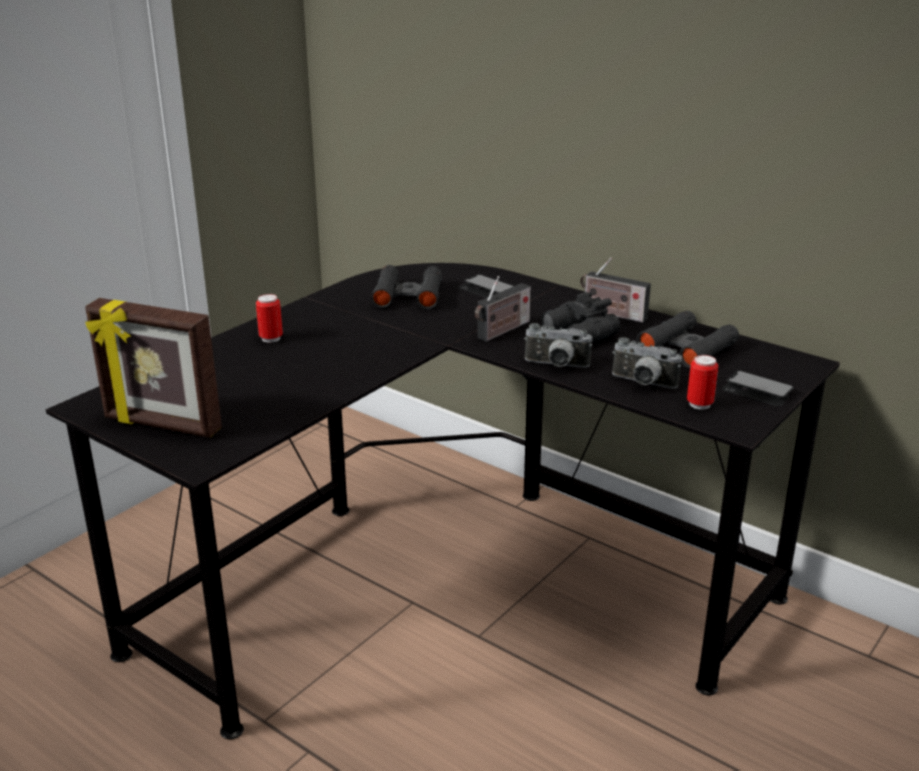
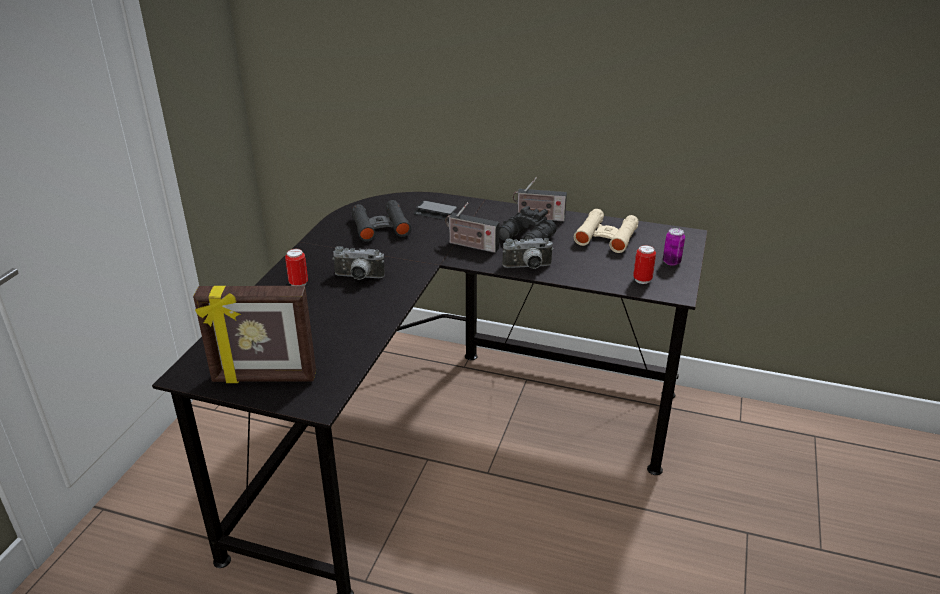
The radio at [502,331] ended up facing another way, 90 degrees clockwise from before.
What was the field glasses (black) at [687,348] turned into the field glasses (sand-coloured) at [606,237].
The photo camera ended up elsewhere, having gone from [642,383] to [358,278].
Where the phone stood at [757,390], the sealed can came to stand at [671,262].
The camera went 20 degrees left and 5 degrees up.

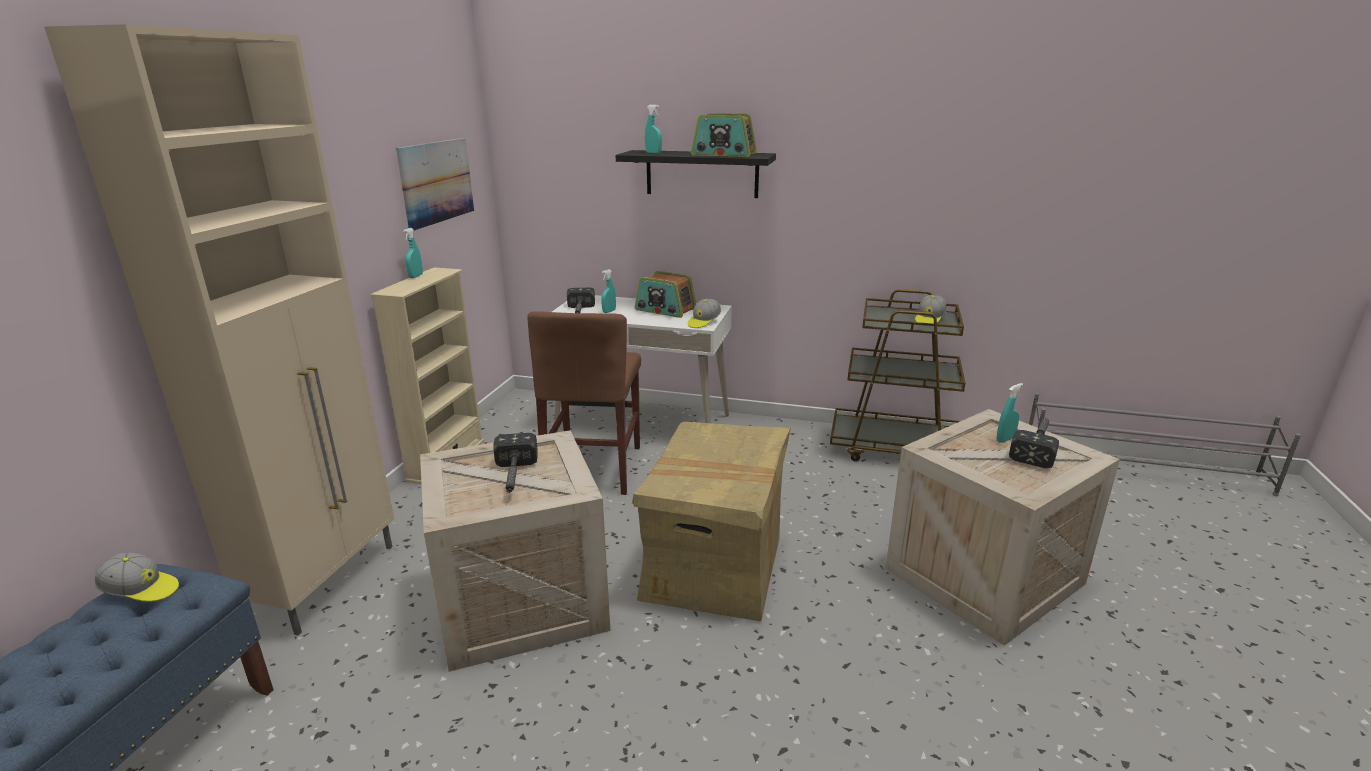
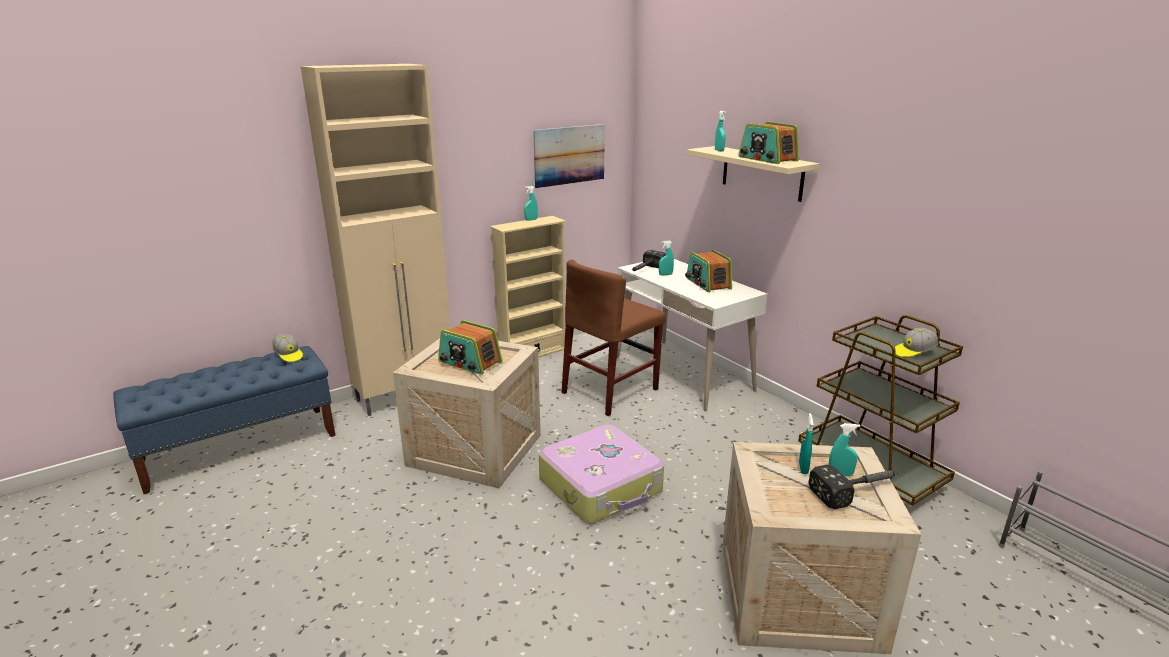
What was the wall shelf (black) at [702,174] turned into the wall shelf (sand-coloured) at [762,173].
The second view lost the cap at [703,322].
Where the cardboard box stood at [714,569], the suitcase came to stand at [601,486].
Where the tool hammer stood at [514,478], the radio came to stand at [470,362].
The second view gained the spray bottle (turquoise-coloured) at [803,468].
The camera went 40 degrees right and 0 degrees up.

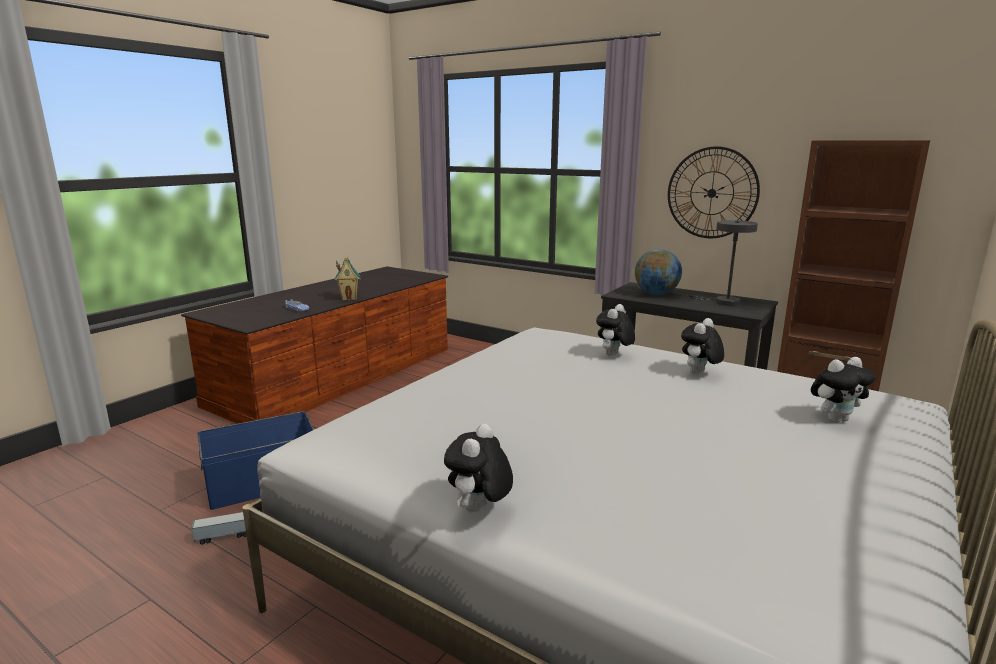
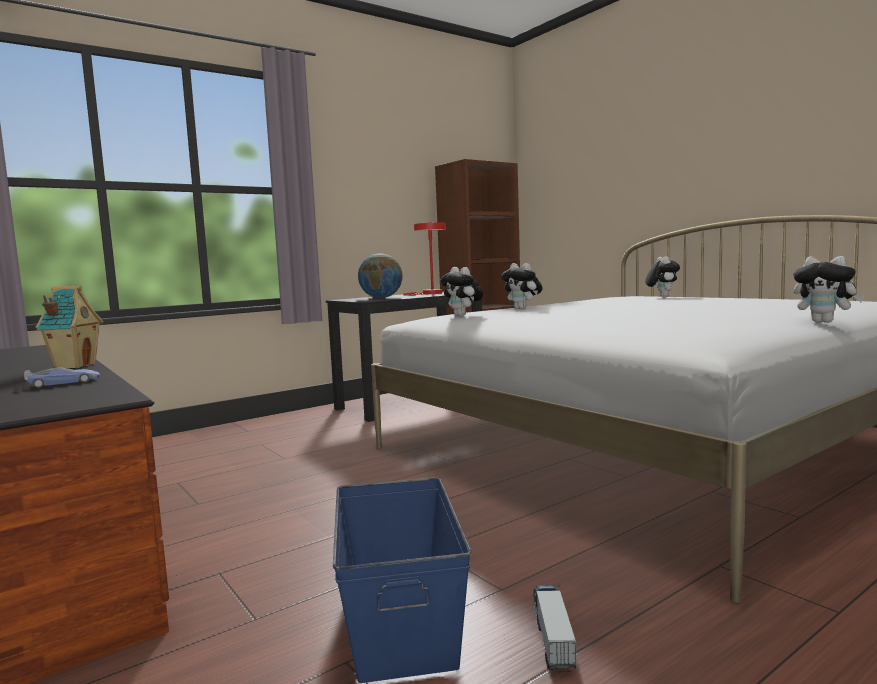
The second view lost the clock on the wall at [711,193].
What was the table lamp (grey) at [722,302] turned into the table lamp (reddish) at [429,294].
The soft toy ended up elsewhere, having gone from [699,373] to [463,316].
The camera went 70 degrees left and 10 degrees down.

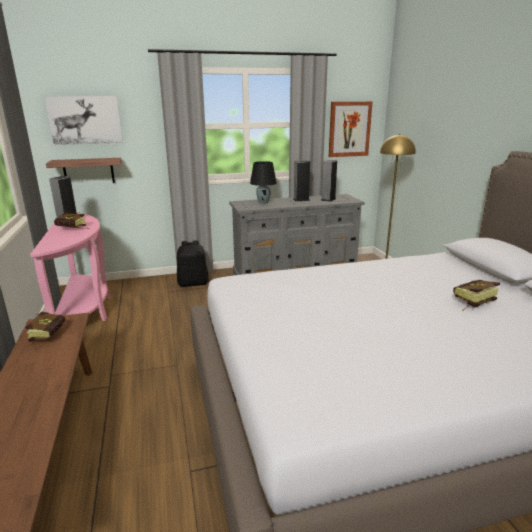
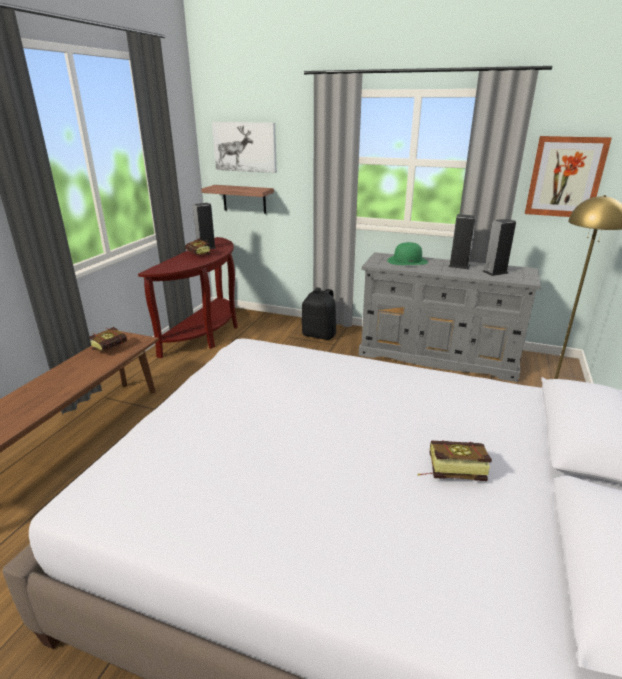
Where the table lamp (black) stood at [263,202], the clothing hat (greenish) came to stand at [407,261].
What was the console table (pink) at [84,310] turned into the console table (brown-coloured) at [206,334].
The camera went 35 degrees right and 5 degrees up.

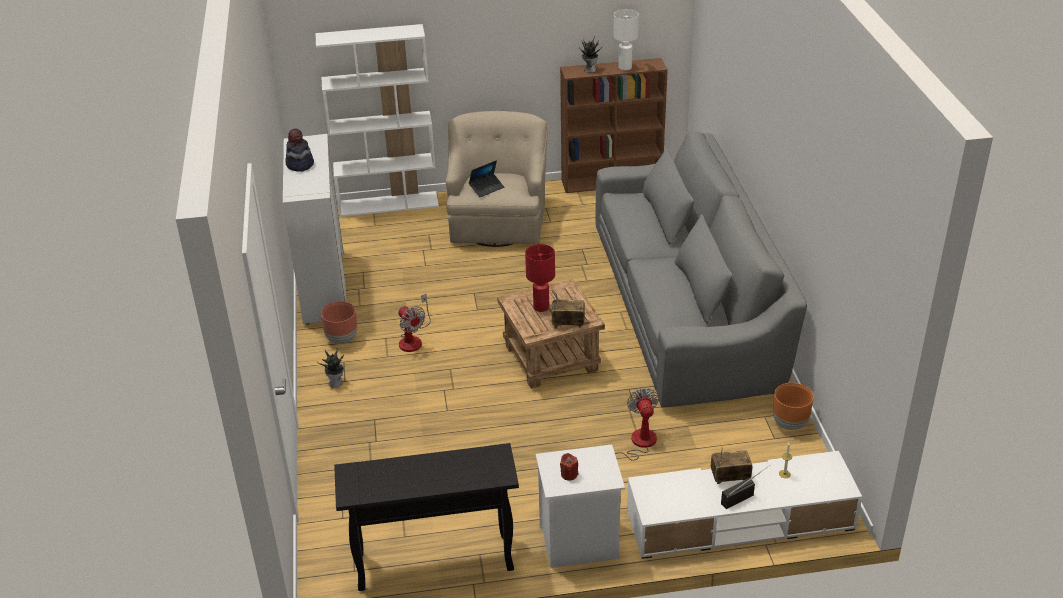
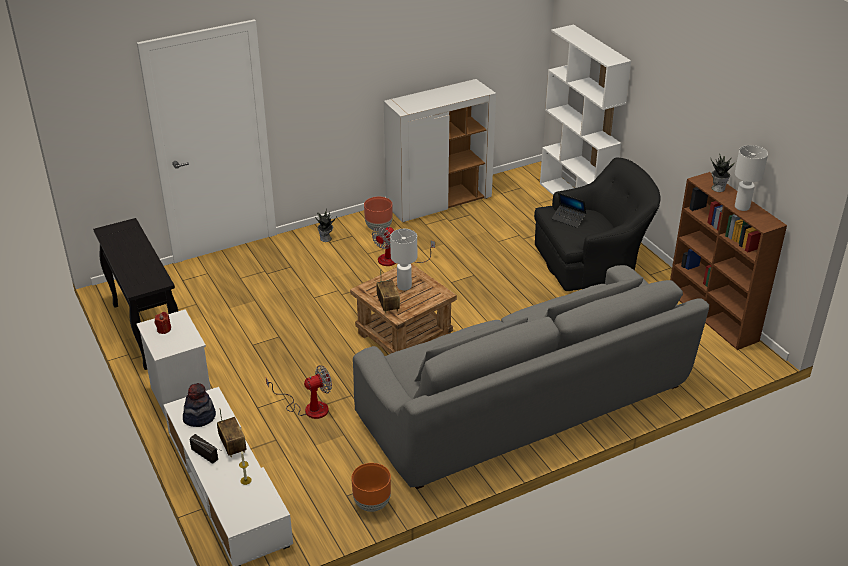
What was the lounge chair (sand-coloured) at [498,220] turned into the lounge chair (black) at [592,263].
The clothing hat ended up elsewhere, having gone from [299,164] to [199,417].
What was the table lamp (reddish) at [540,307] turned into the table lamp (white-coloured) at [404,286].
The camera went 70 degrees right and 0 degrees up.

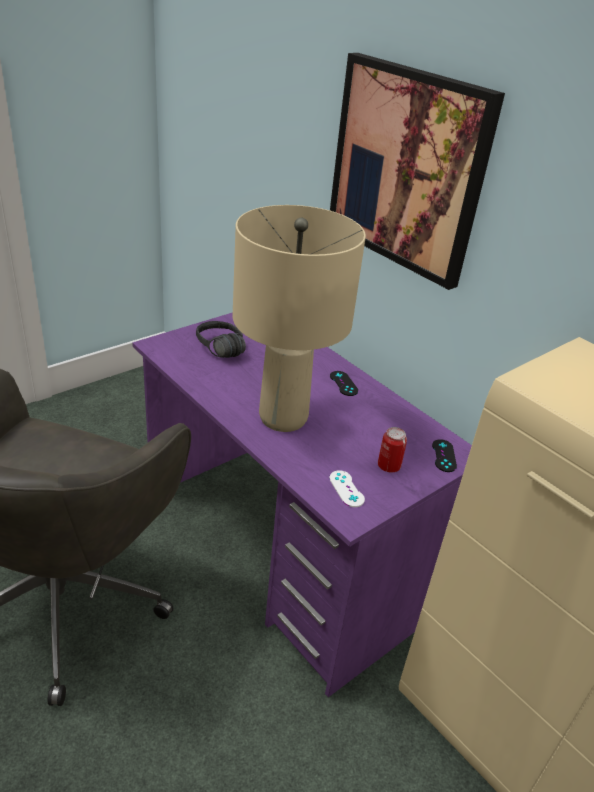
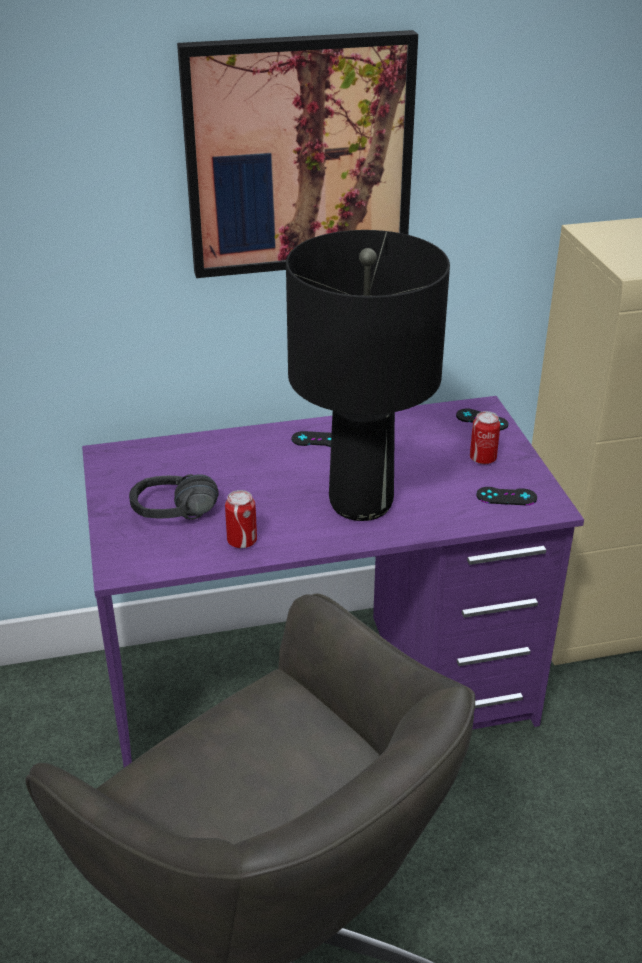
What was the table lamp (sand-coloured) at [283,417] turned into the table lamp (black) at [359,502].
What was the joypad (white-coloured) at [346,489] turned into the joypad (black) at [506,496].
The second view gained the sealed can at [242,541].
The camera went 60 degrees left and 0 degrees up.

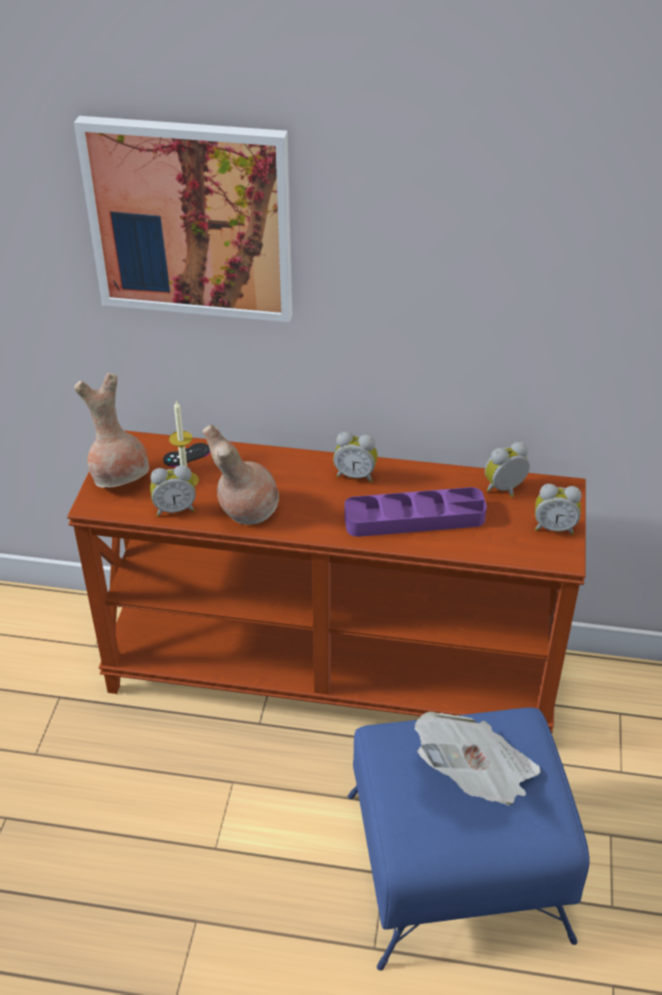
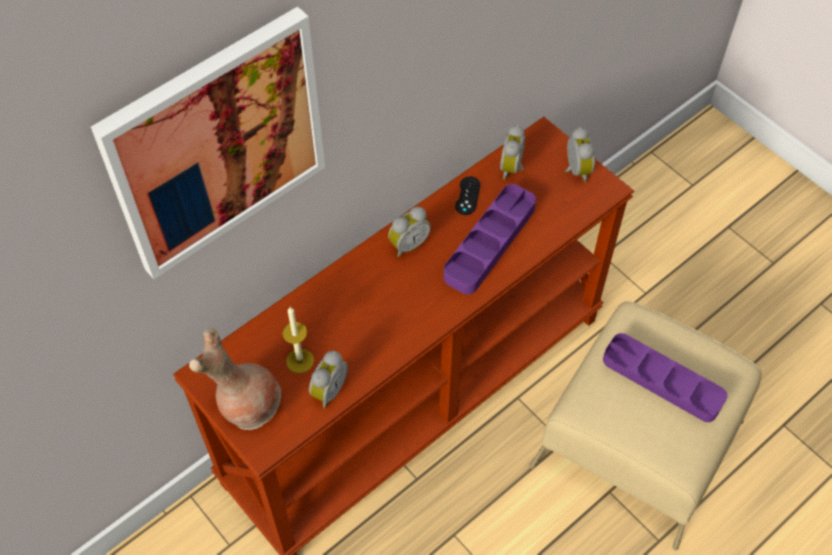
The second view lost the flower vase (brown-coloured) at [245,510].
The joypad (black) ended up elsewhere, having gone from [186,455] to [467,196].
The alarm clock at [554,527] ended up facing another way, 60 degrees counterclockwise from before.
What was the ottoman (blue) at [458,866] turned into the ottoman (sand-coloured) at [639,442].
Where the daily paper stood at [476,776], the tray (purplish) came to stand at [662,380].
The camera went 50 degrees left and 15 degrees up.

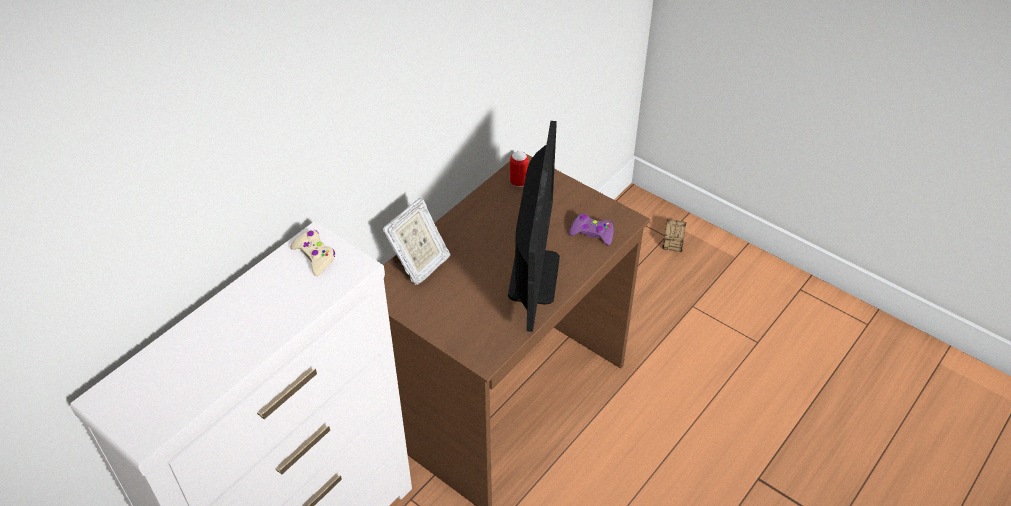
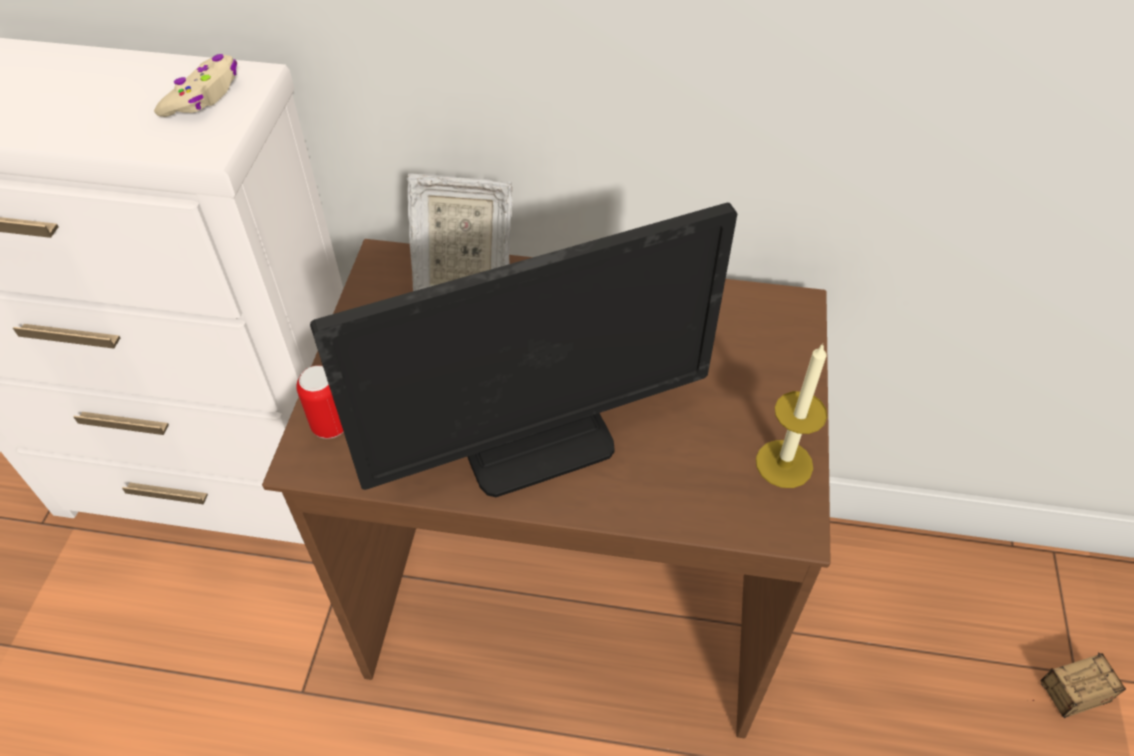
The sealed can ended up elsewhere, having gone from [518,182] to [331,425].
The second view lost the joypad (purplish) at [592,233].
The second view gained the wax candle at [784,463].
The camera went 60 degrees right and 5 degrees up.

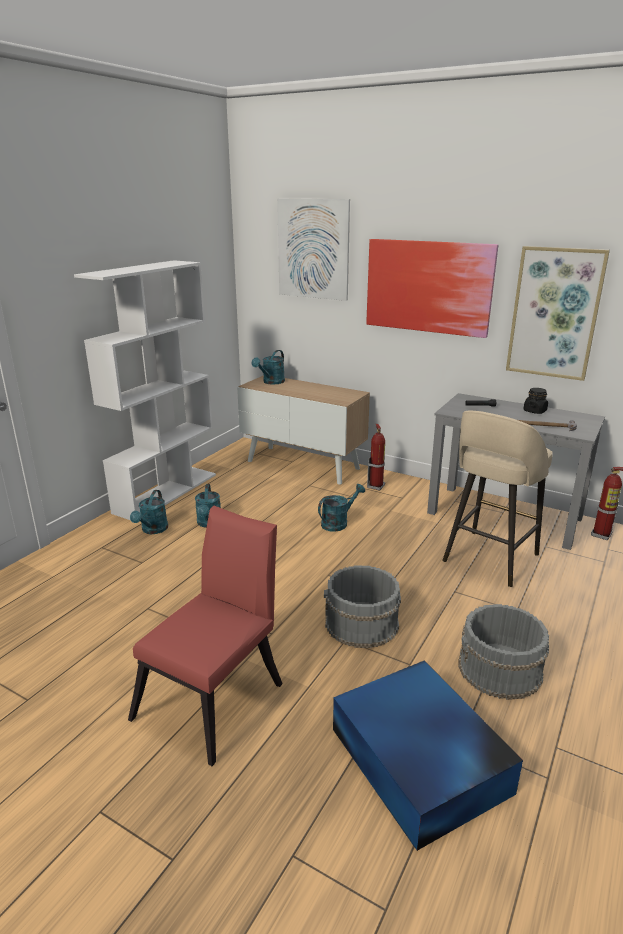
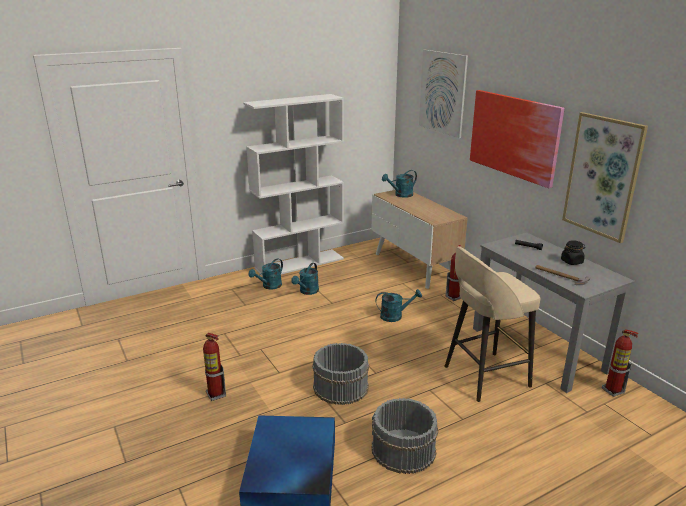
Where the chair (reddish) stood at [216,695], the extinguisher came to stand at [216,395].
The camera went 30 degrees right and 0 degrees up.

